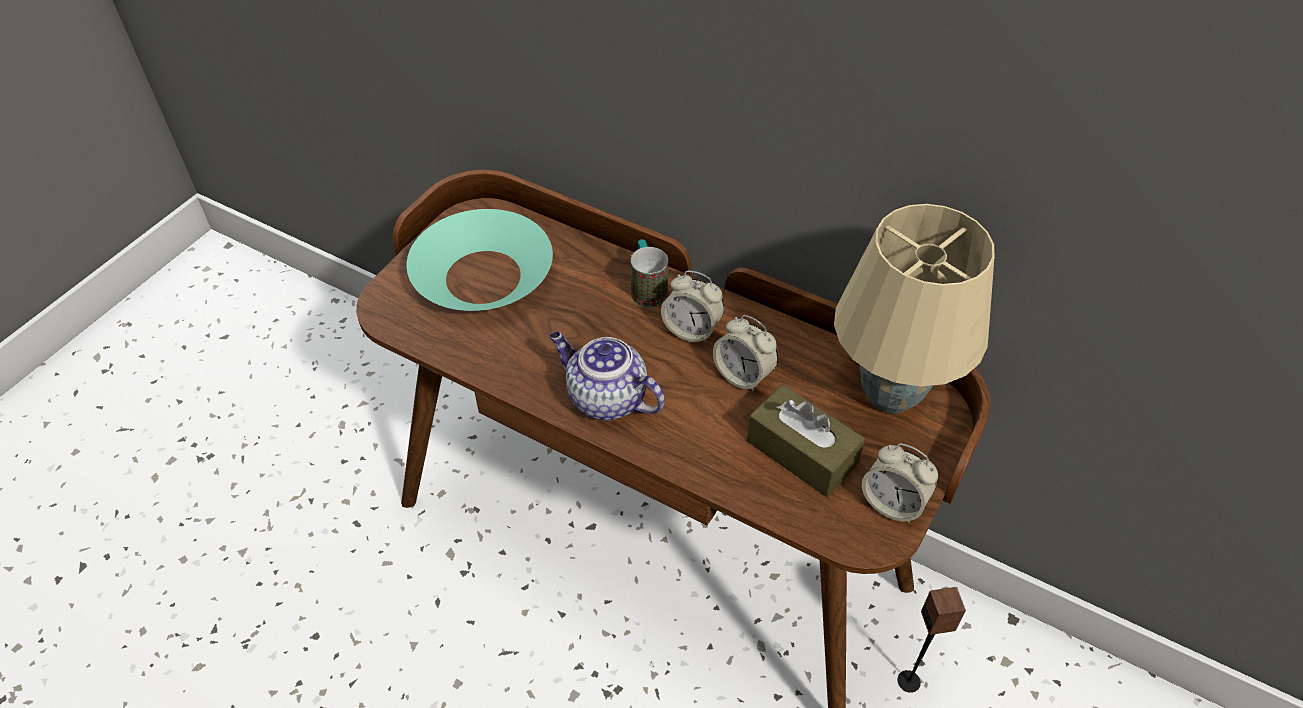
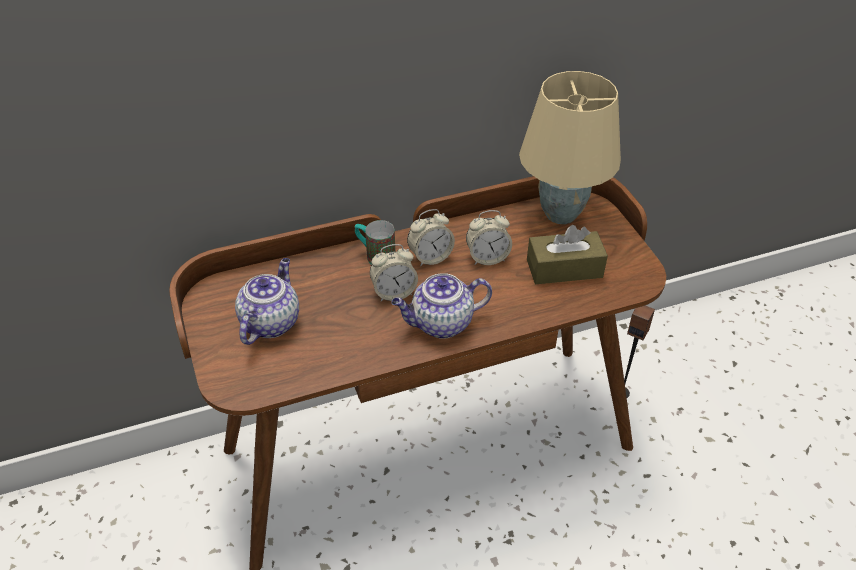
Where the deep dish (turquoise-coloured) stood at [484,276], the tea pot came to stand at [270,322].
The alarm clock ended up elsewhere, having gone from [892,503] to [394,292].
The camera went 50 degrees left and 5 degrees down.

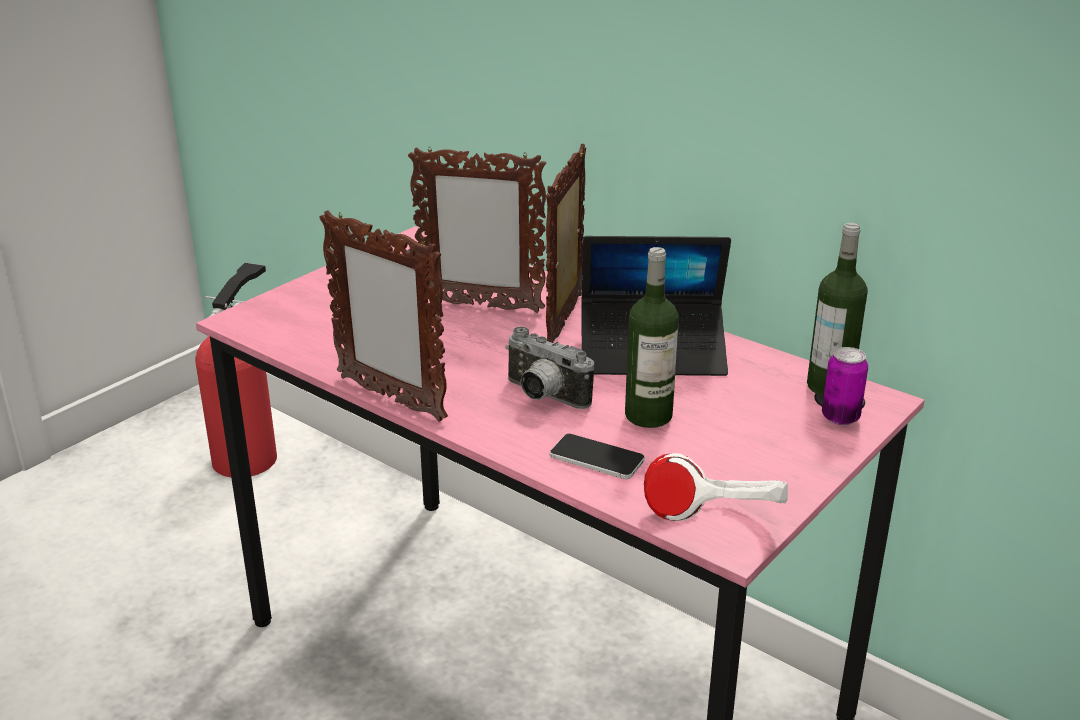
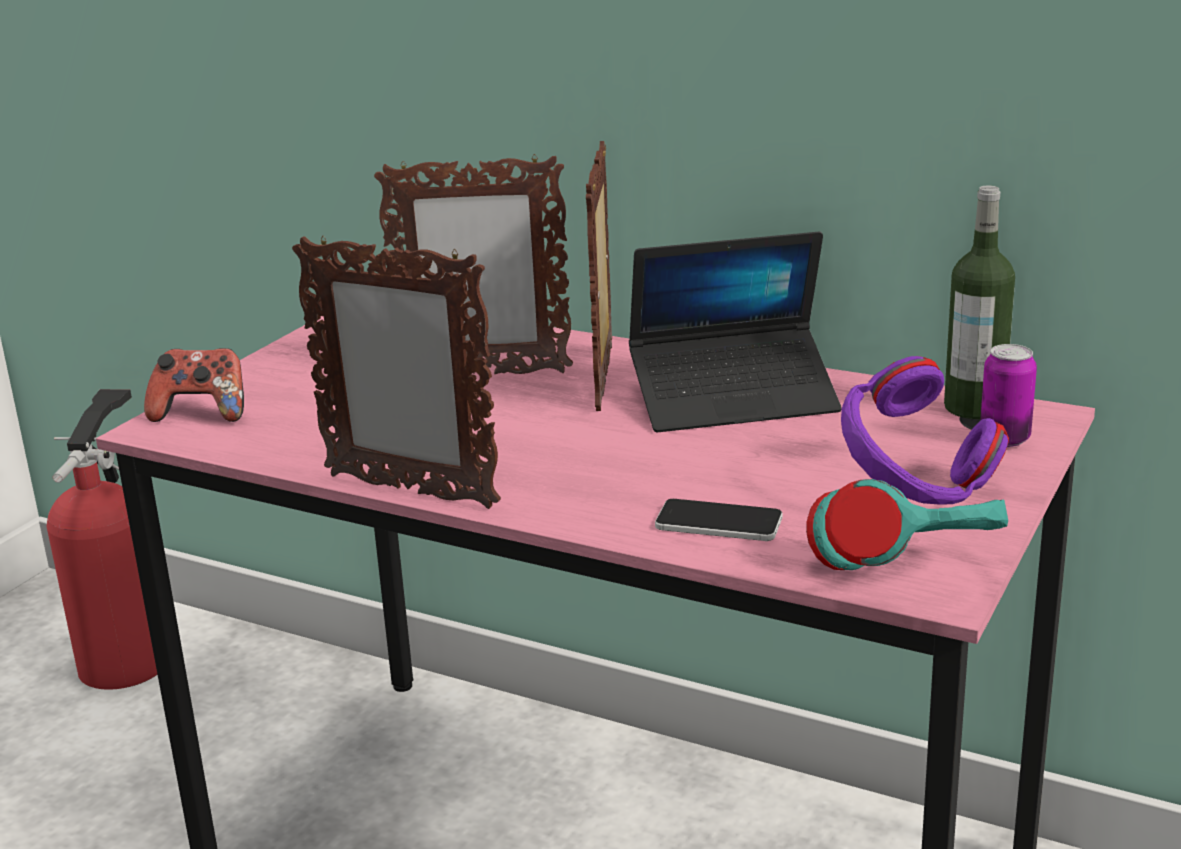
The second view lost the drink bottle at [648,415].
The second view lost the photo camera at [542,396].
What was the headphones (white-coloured) at [711,529] turned into the headphones (turquoise-coloured) at [906,581].
The second view gained the joypad at [202,413].
The second view gained the headphones (purplish) at [915,491].
The camera went 10 degrees left and 5 degrees down.

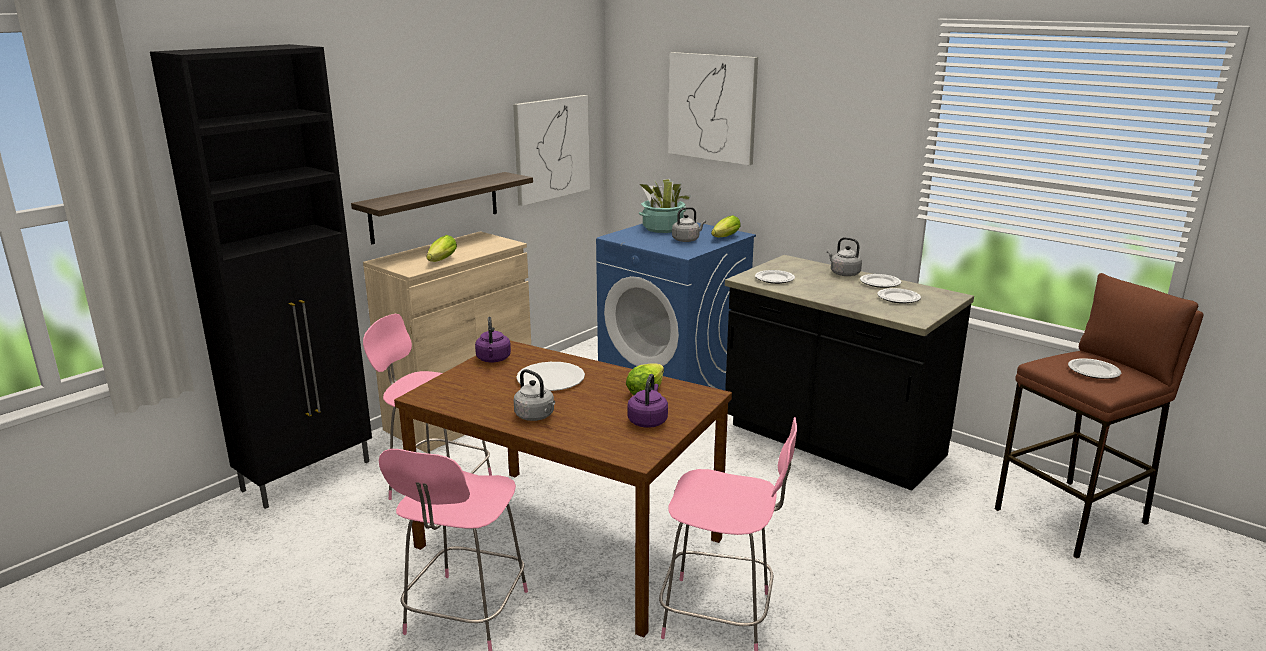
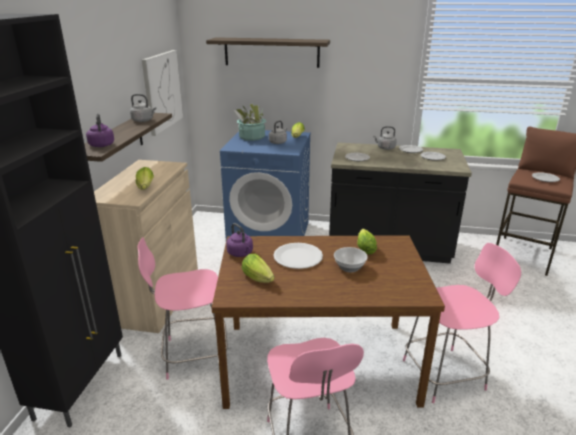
Where the wall picture hung at [712,107], the wall shelf came to hang at [271,52].
The kettle (grey) ended up elsewhere, having gone from [536,416] to [143,120].
The kettle (purplish) ended up elsewhere, having gone from [648,421] to [102,144].
The second view gained the deep dish at [349,267].
The second view gained the lettuce at [259,278].
The camera went 30 degrees left and 5 degrees up.

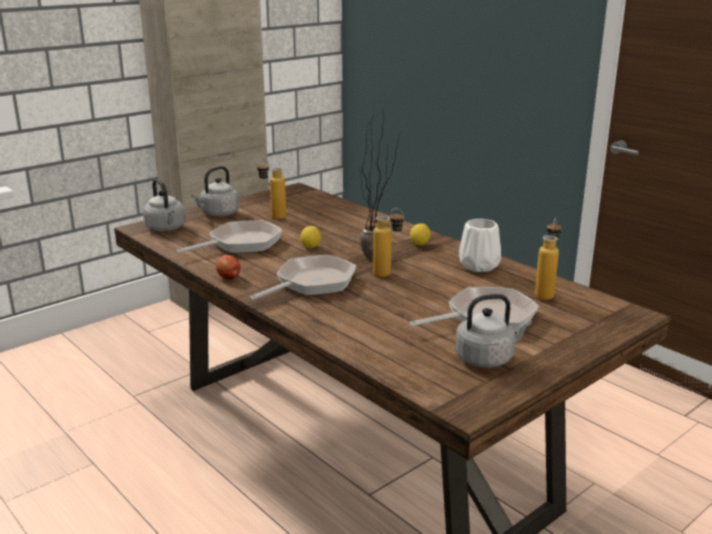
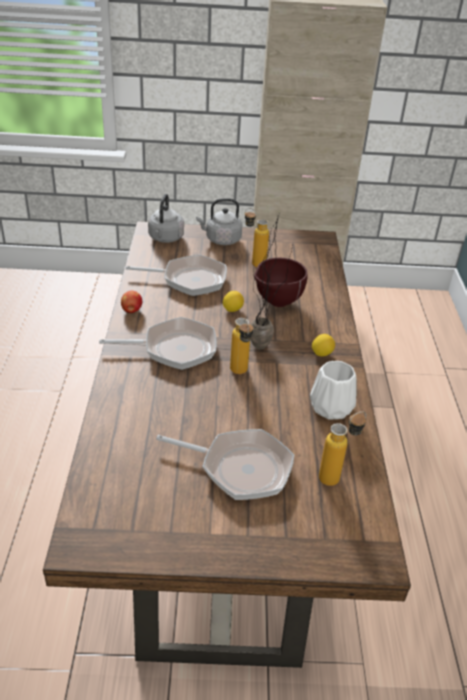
The second view lost the kettle (grey) at [487,358].
The second view gained the deep dish (brown-coloured) at [276,303].
The camera went 40 degrees right and 15 degrees up.

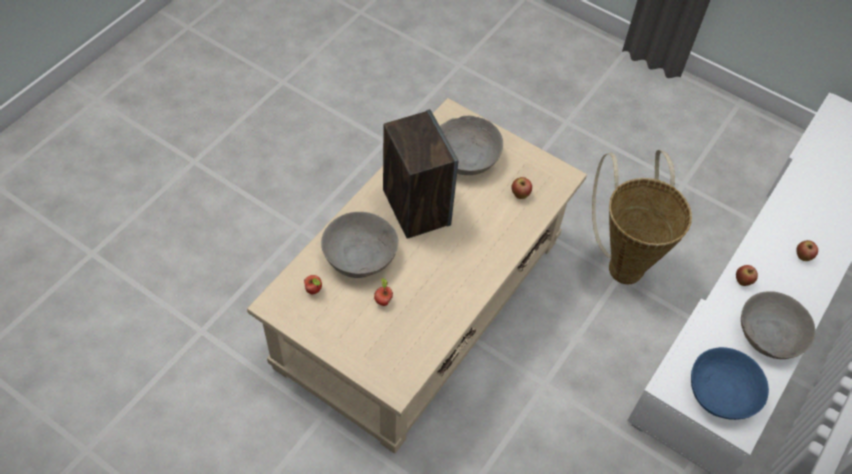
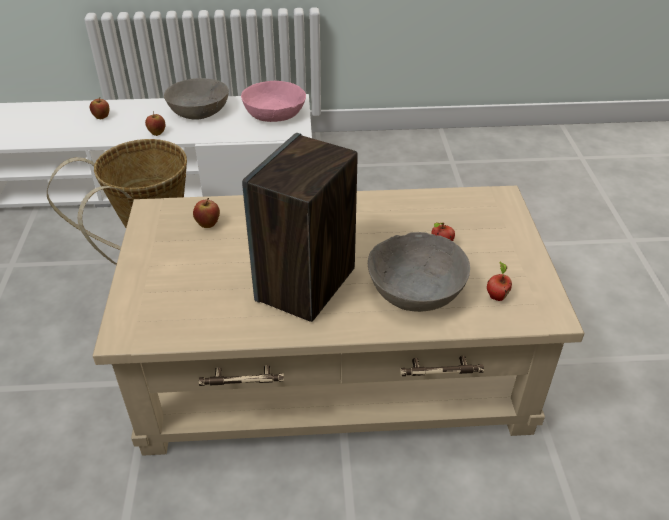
The second view lost the deep dish (grey) at [466,157].
What was the deep dish (blue) at [722,393] turned into the deep dish (pink) at [274,113].
The camera went 125 degrees left and 15 degrees down.

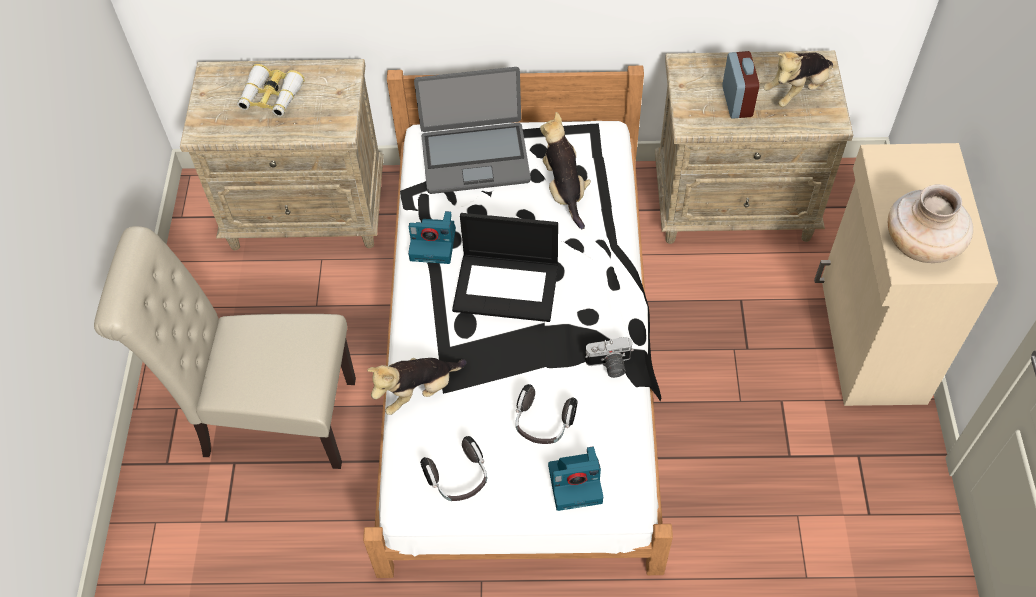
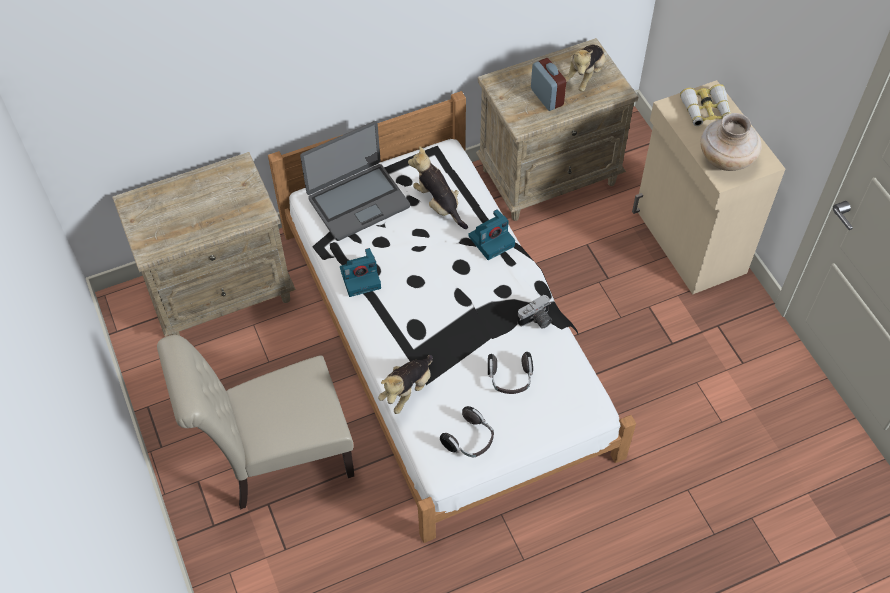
The field glasses ended up elsewhere, having gone from [271,97] to [706,111].
The second view lost the notebook computer at [507,286].
The photo camera ended up elsewhere, having gone from [576,483] to [492,240].
The camera went 25 degrees left and 0 degrees up.

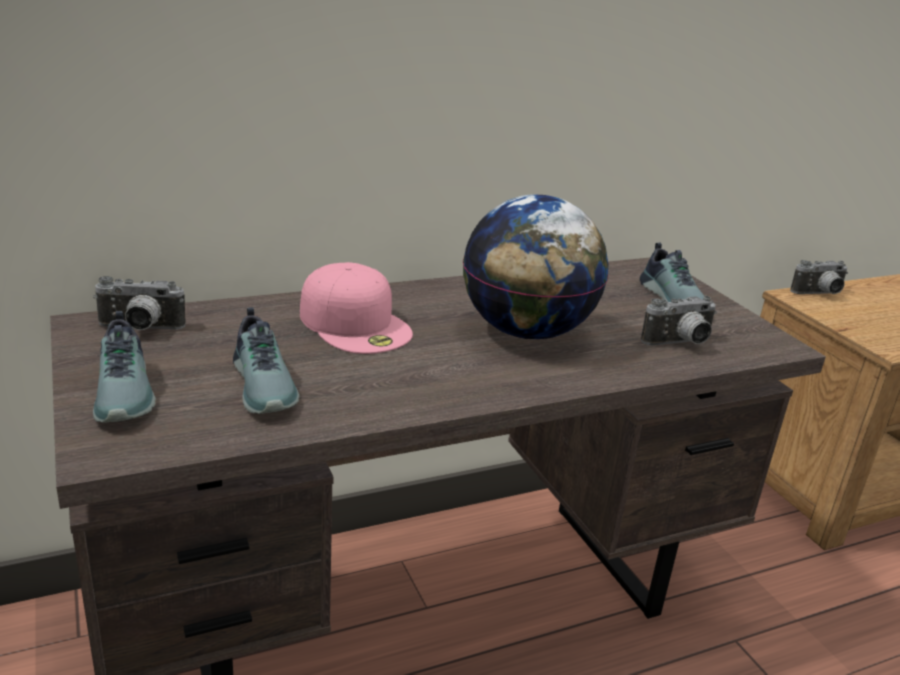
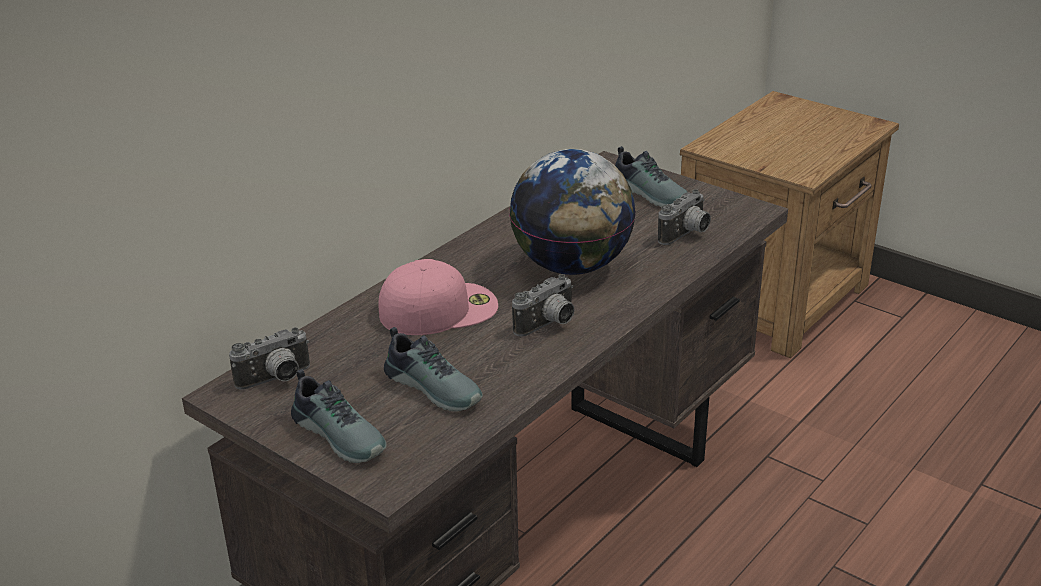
The photo camera ended up elsewhere, having gone from [819,294] to [549,325].
The cap (pink) at [356,324] ended up facing another way, 45 degrees counterclockwise from before.
The camera went 25 degrees left and 5 degrees up.

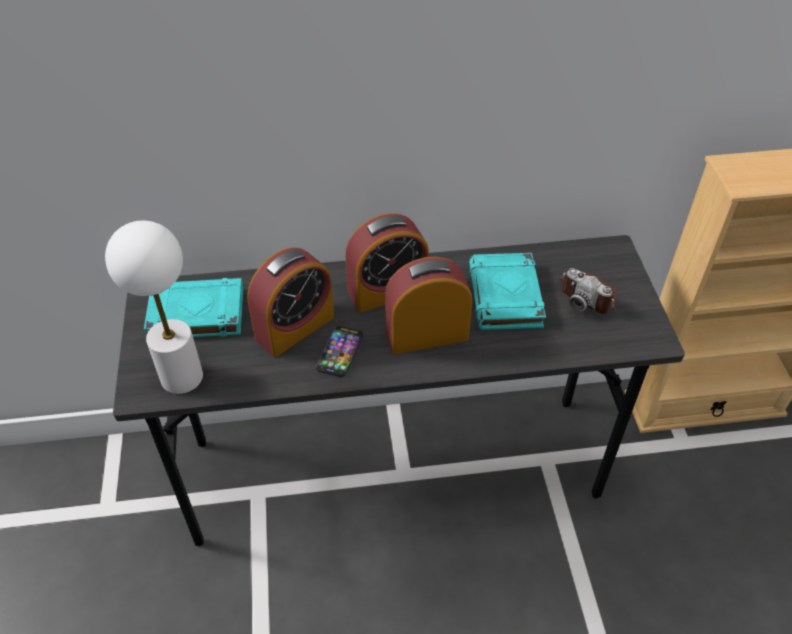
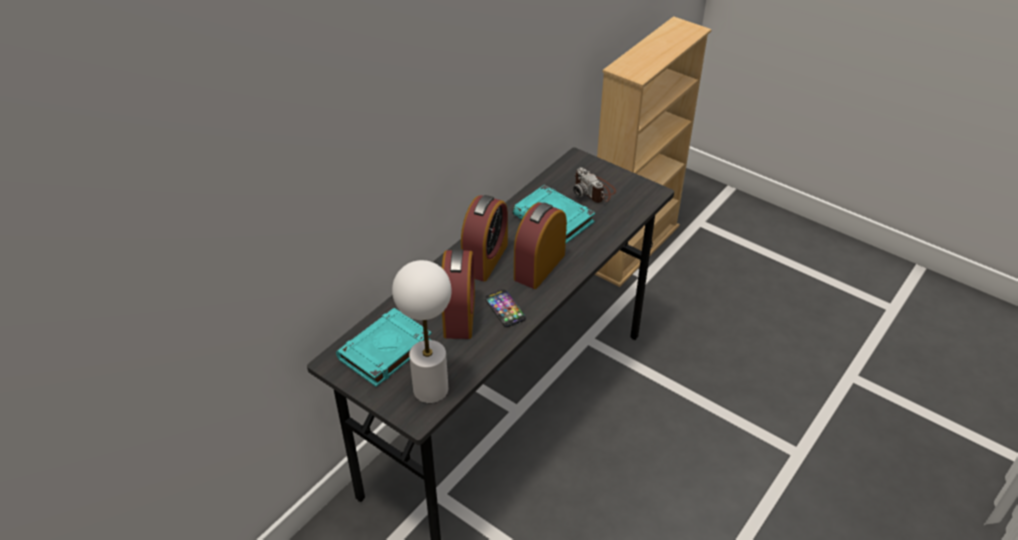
The photo camera at [589,294] ended up facing another way, 60 degrees clockwise from before.
The camera went 45 degrees left and 5 degrees down.

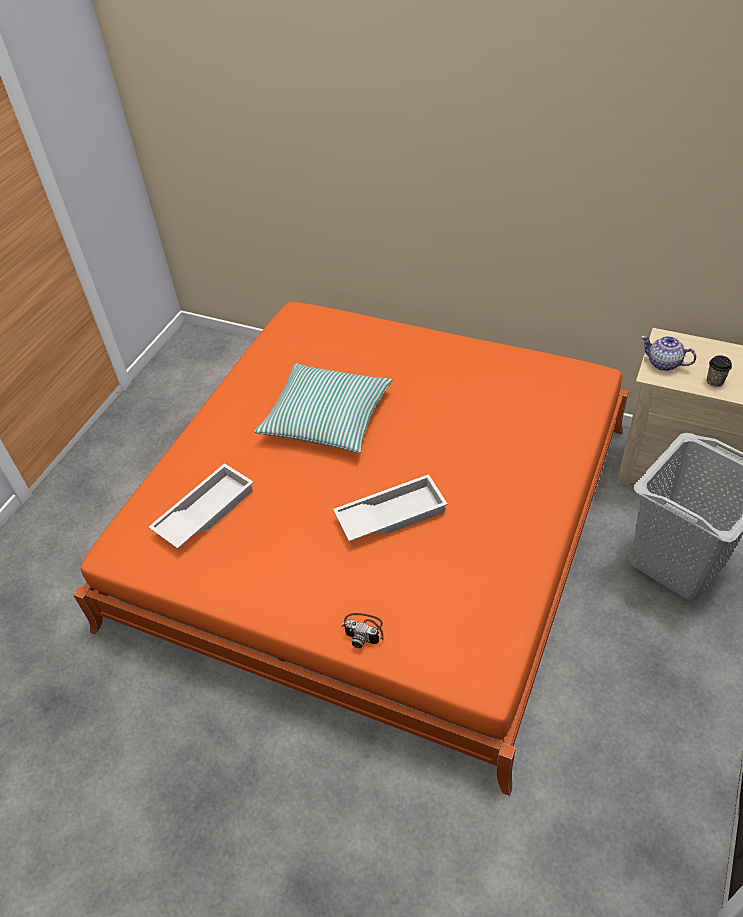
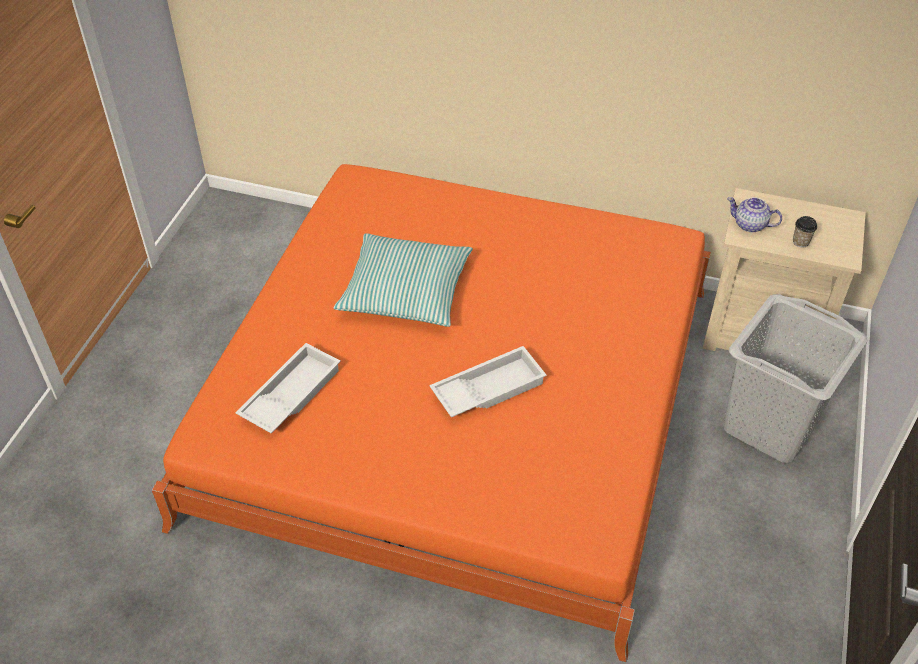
The second view lost the photo camera at [364,630].
The camera went 10 degrees left and 0 degrees up.

